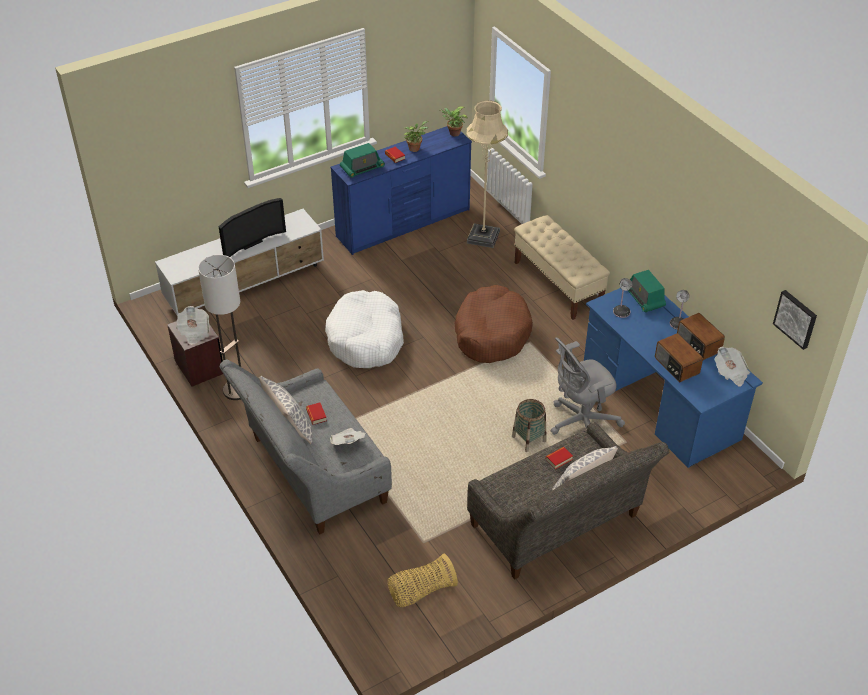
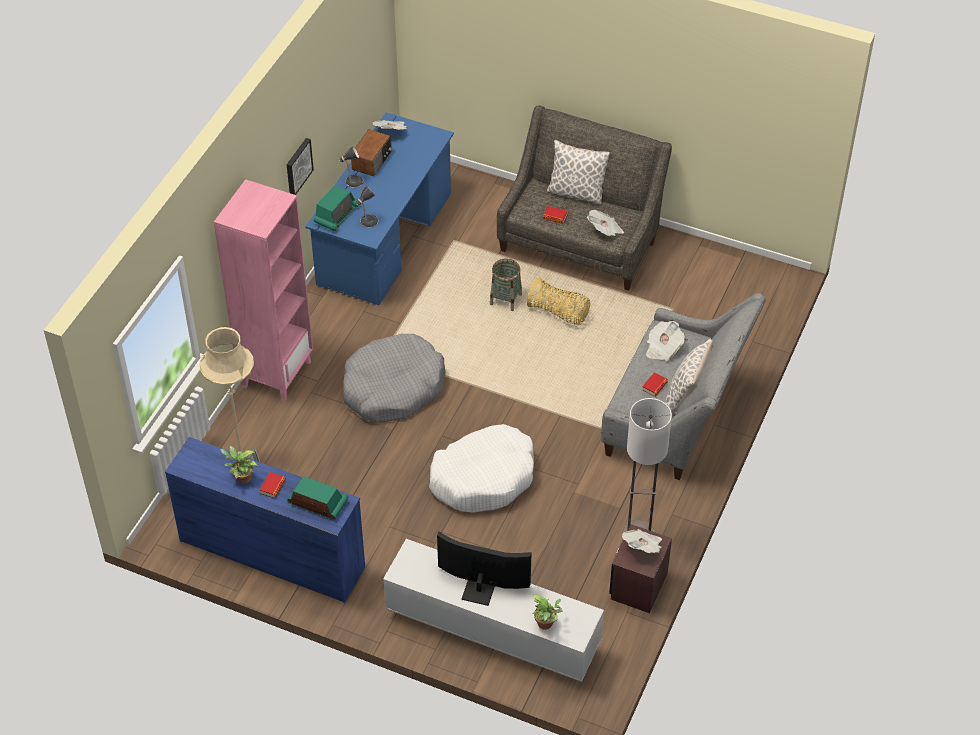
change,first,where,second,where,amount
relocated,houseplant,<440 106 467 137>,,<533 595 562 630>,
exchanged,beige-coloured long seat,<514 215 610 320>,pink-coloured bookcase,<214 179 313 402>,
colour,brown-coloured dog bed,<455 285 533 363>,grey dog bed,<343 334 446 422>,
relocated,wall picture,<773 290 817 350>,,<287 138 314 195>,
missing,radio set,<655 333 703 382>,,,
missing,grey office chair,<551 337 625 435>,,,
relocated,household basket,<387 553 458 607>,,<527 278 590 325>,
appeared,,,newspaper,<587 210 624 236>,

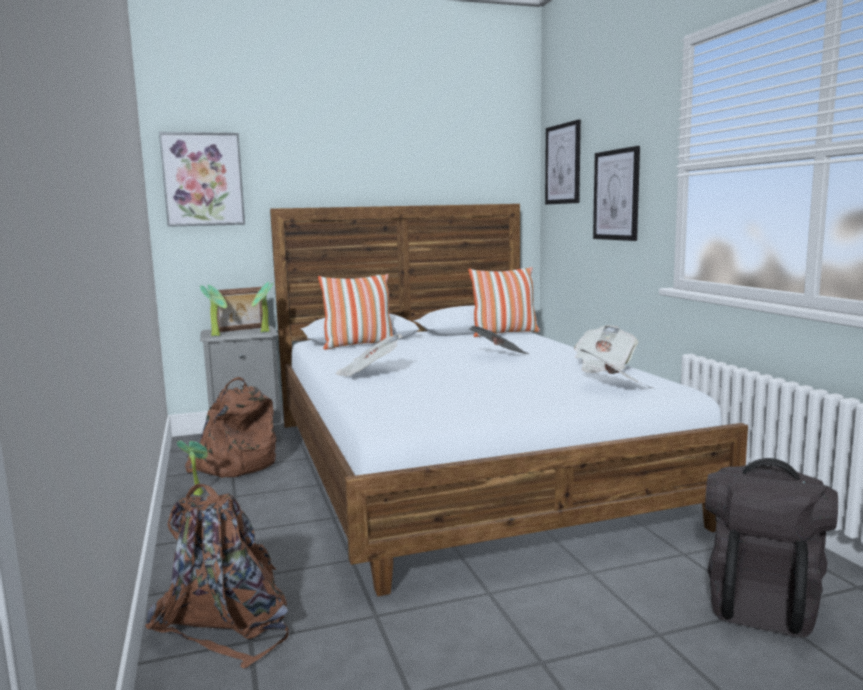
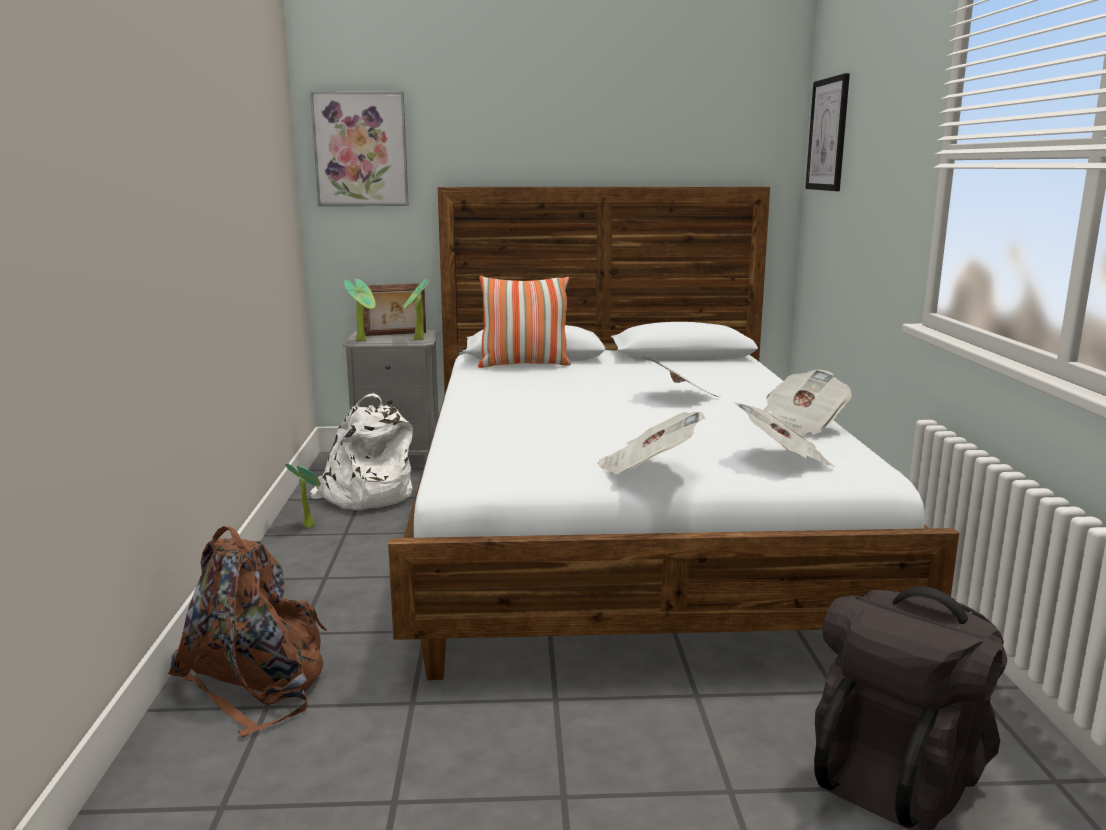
change,first,where,second,where,amount
missing,wall picture,<593 146 640 241>,,,
missing,cushion,<468 267 540 337>,,,
relocated,newspaper,<336 334 402 377>,,<597 412 704 475>,
colour,brown-coloured knapsack,<185 377 276 478>,white-coloured knapsack,<310 393 413 510>,

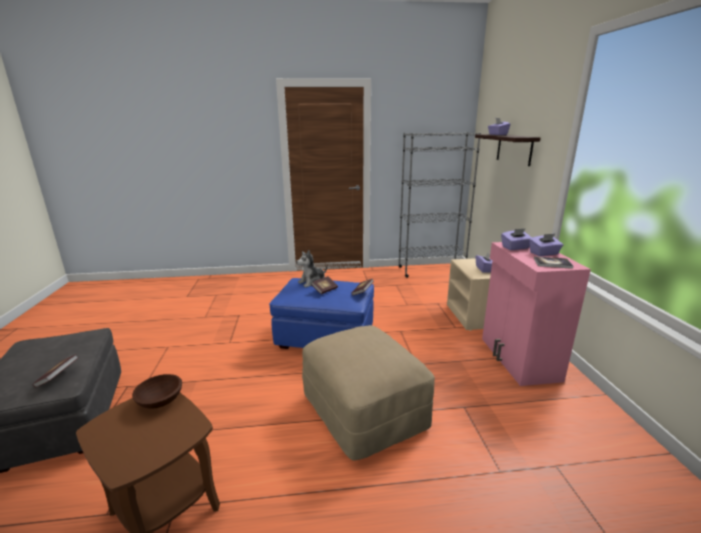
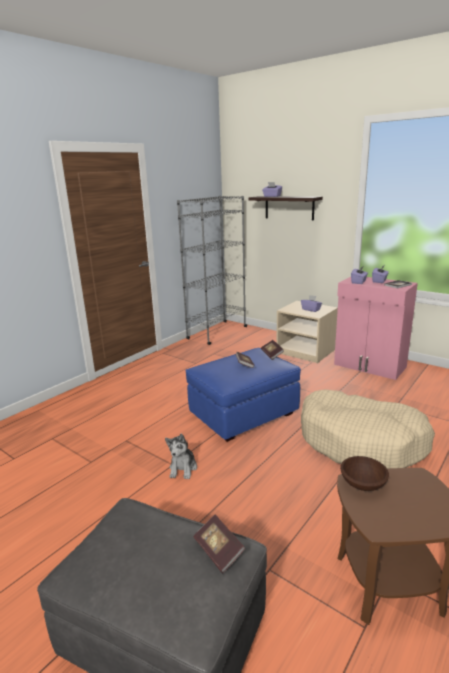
change,first,where,second,where,amount
relocated,plush toy,<296 250 327 287>,,<165 433 197 479>,
exchanged,beige-coloured pouffe,<302 325 435 460>,beige-coloured dog bed,<301 389 435 469>,

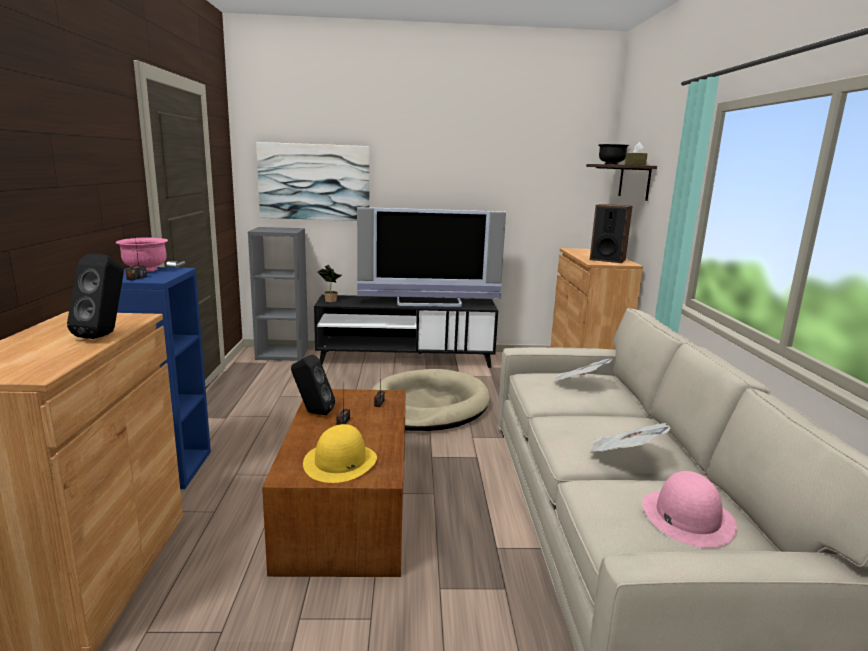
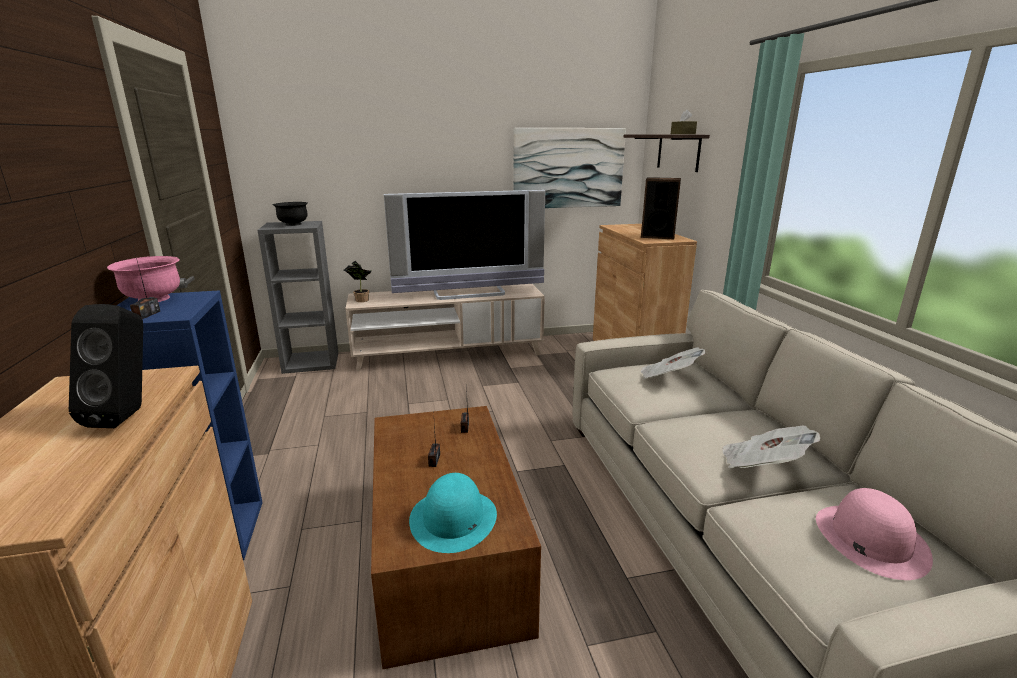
change,first,where,second,where,amount
relocated,wall picture,<256 142 370 221>,,<513 128 626 208>,
relocated,black-coloured bowl,<598 144 629 164>,,<273 202 308 226>,
colour,black-coloured media console,<314 295 498 368>,beige-coloured media console,<345 284 545 371>,
missing,black-coloured audio speaker,<291 354 335 415>,,,
missing,beige-coloured dog bed,<371 369 490 431>,,,
colour,yellow clothing hat,<303 424 377 483>,turquoise clothing hat,<409 473 497 553>,

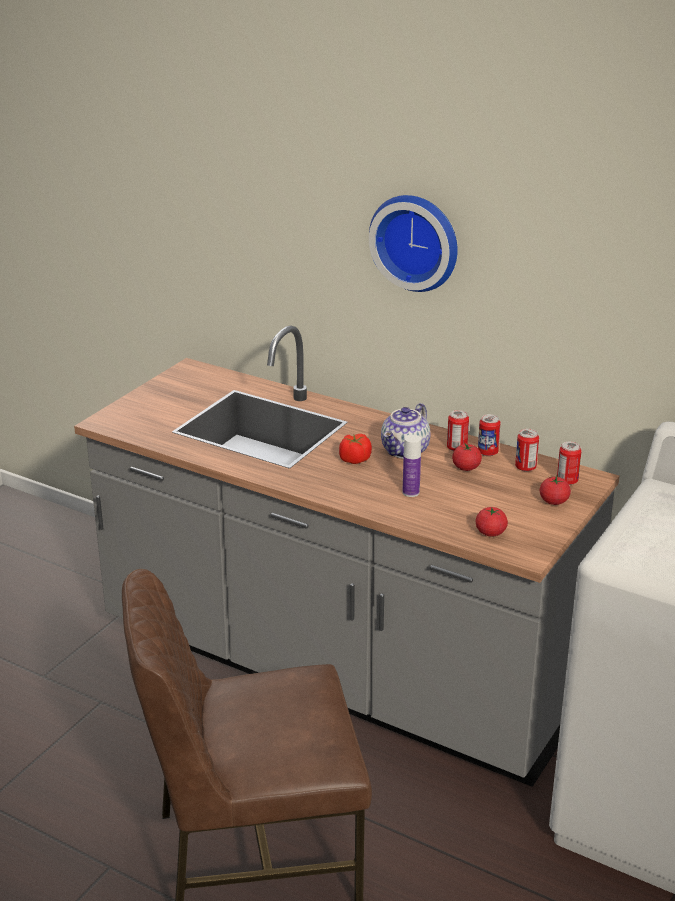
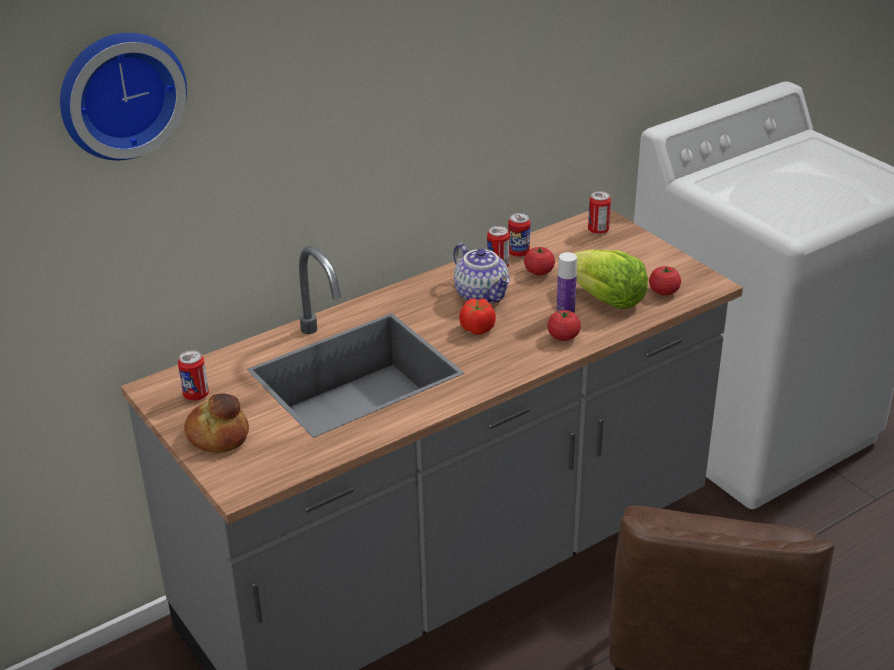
change,first,where,second,where,amount
relocated,hanging clock,<369 195 458 292>,,<60 33 187 160>,
relocated,can,<515 429 539 472>,,<178 350 209 401>,
relocated,whole tomato,<539 476 571 505>,,<547 310 581 341>,
appeared,,,head of lettuce,<574 249 648 309>,
appeared,,,bread,<184 393 249 453>,

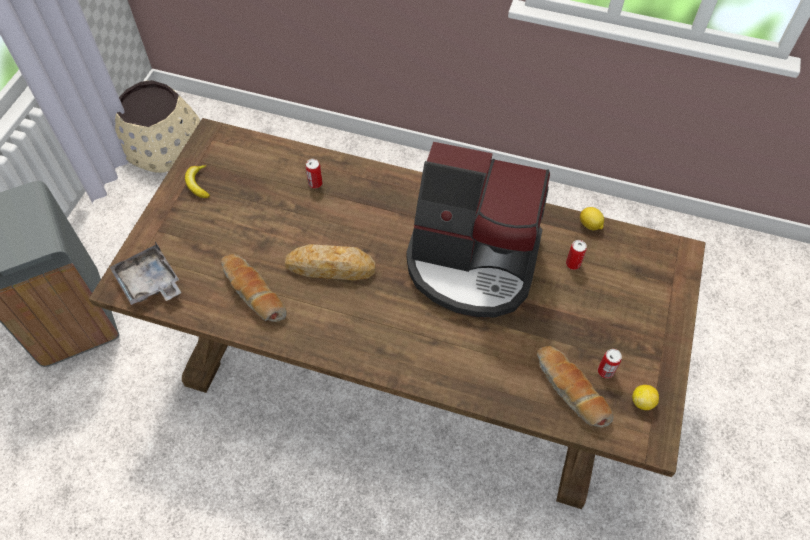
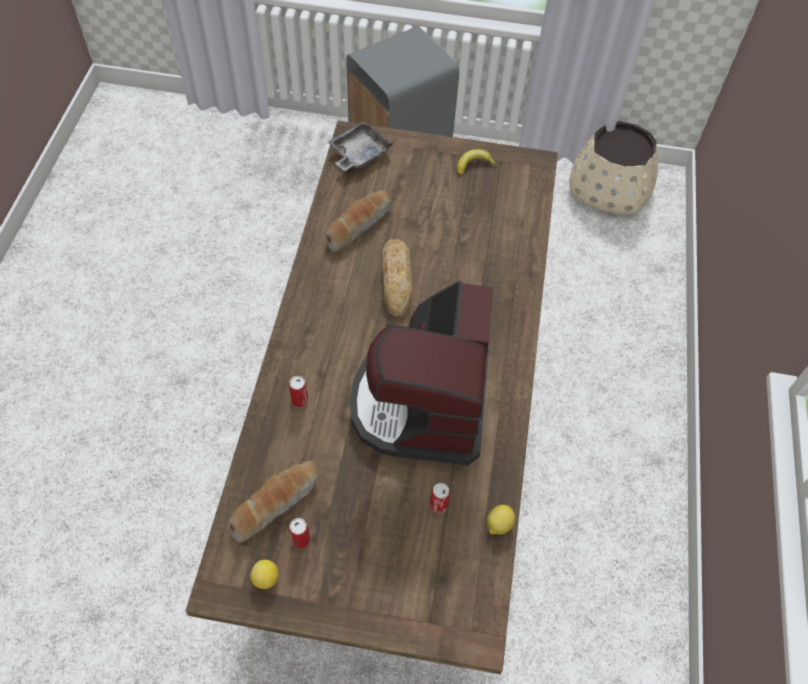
change,first,where,second,where,amount
relocated,can,<306 159 323 188>,,<289 376 308 407>,

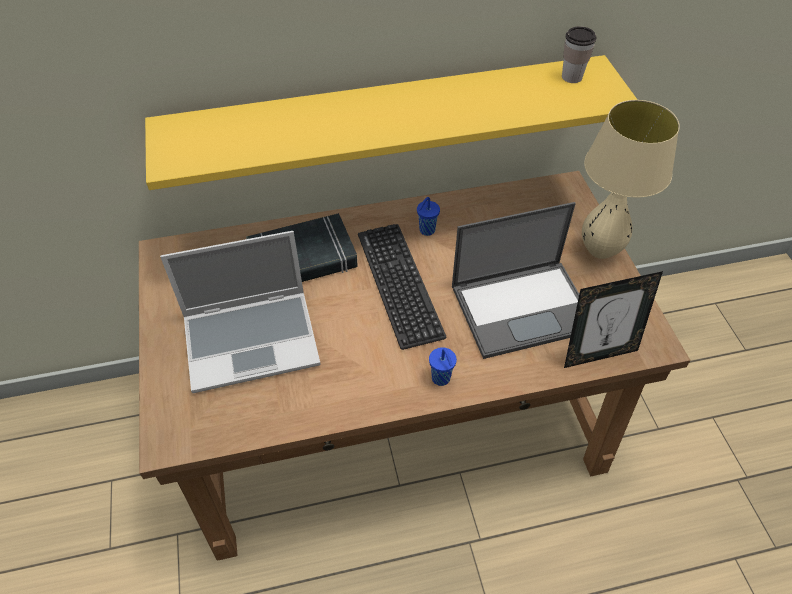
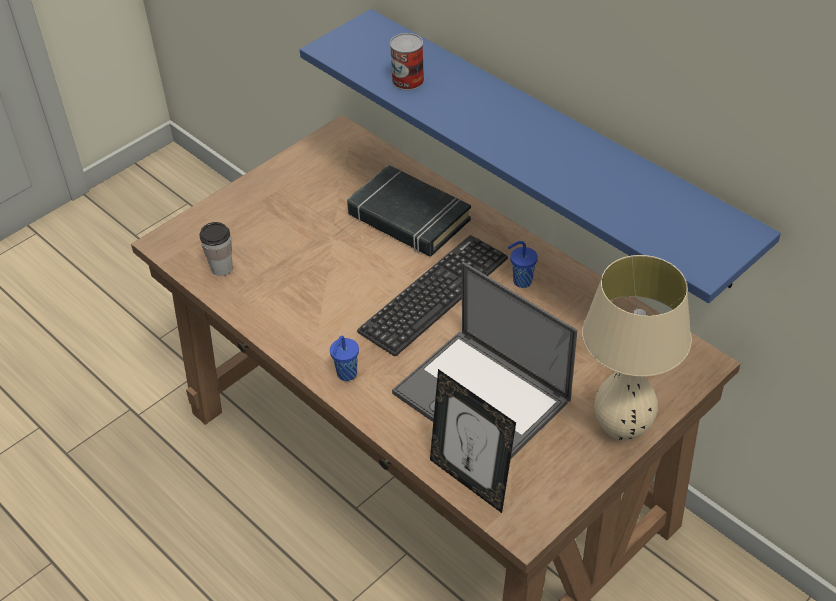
change,first,where,second,where,amount
relocated,small cup,<562 26 597 83>,,<199 222 233 276>,
colour,yellow shelf,<145 55 637 190>,blue-coloured shelf,<300 9 781 303>,
missing,laptop,<160 231 321 393>,,,
appeared,,,can,<390 33 424 90>,

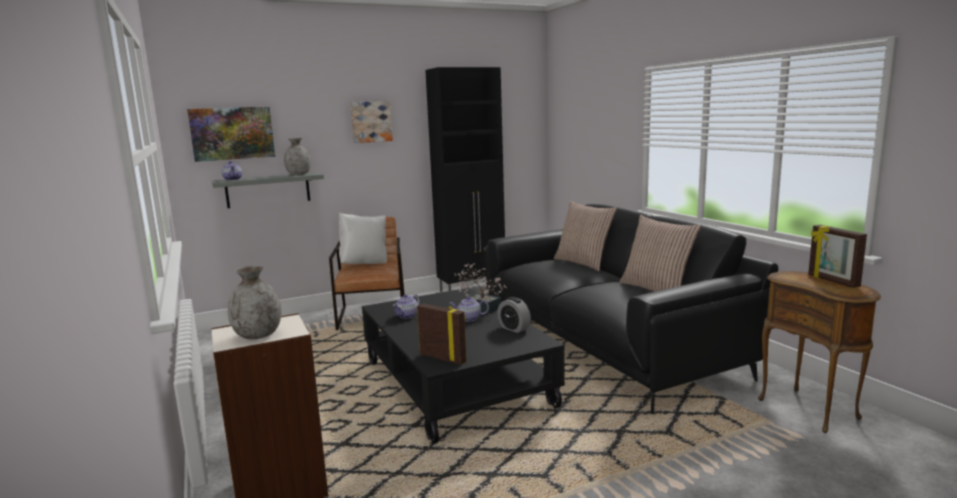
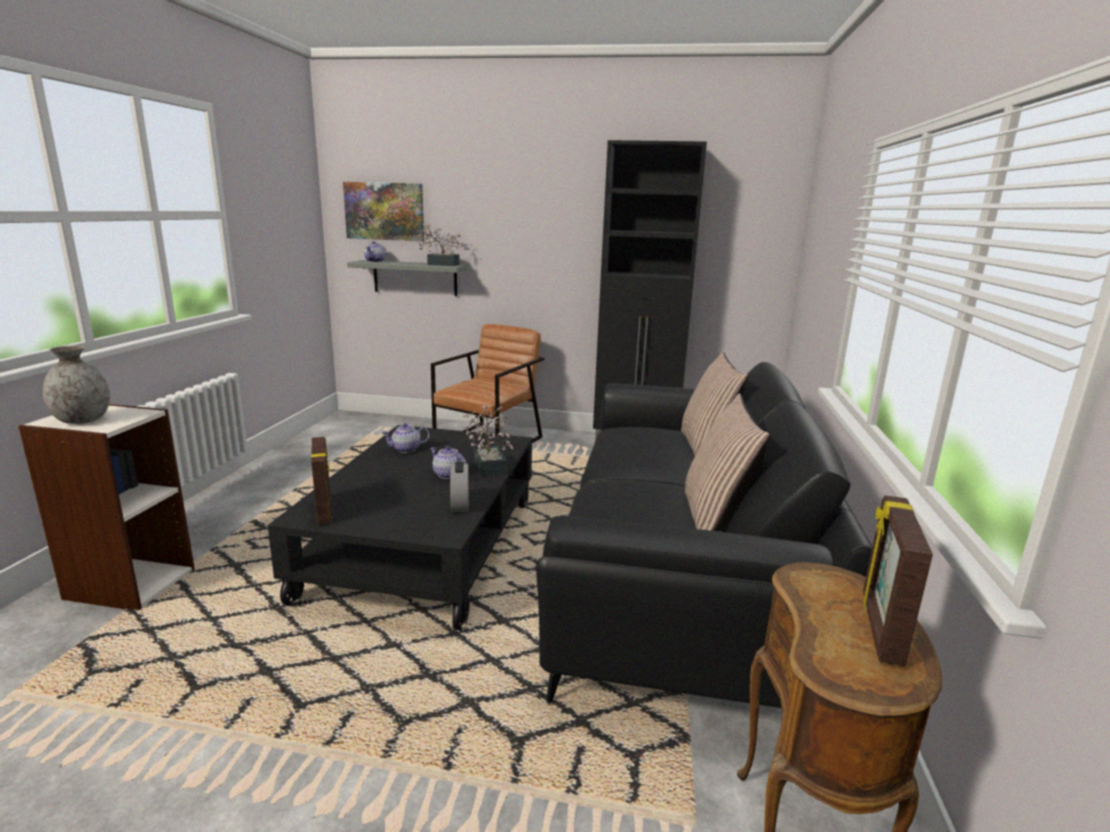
change,first,where,second,where,amount
missing,wall picture,<350 101 393 143>,,,
exchanged,grey vase,<284 138 311 175>,houseplant,<417 223 465 266>,
missing,white-coloured cushion,<339 213 387 264>,,,

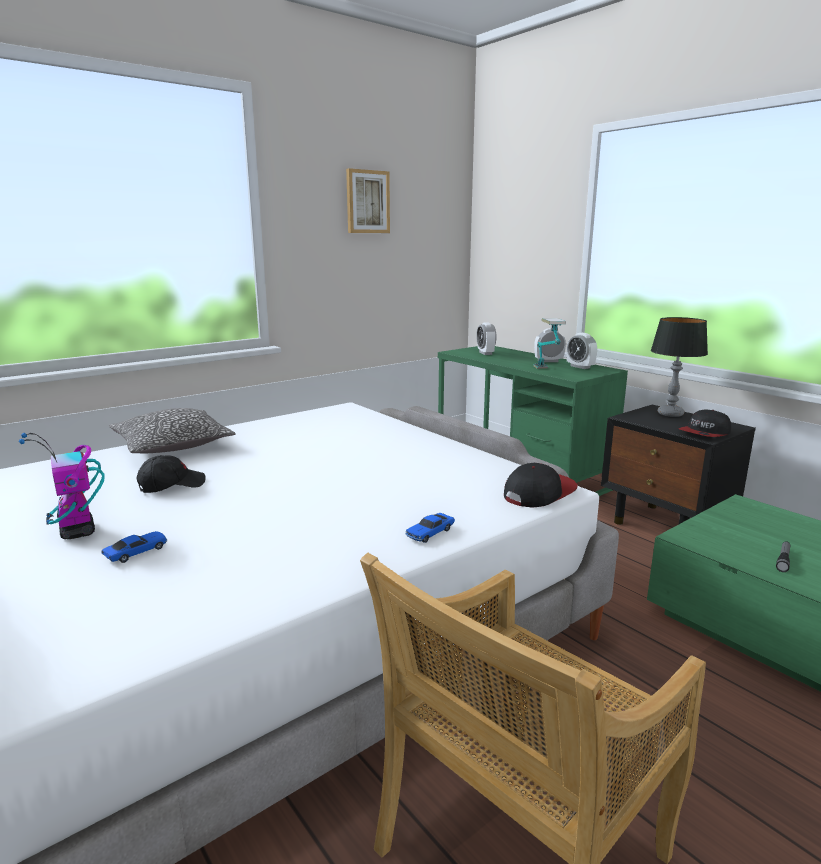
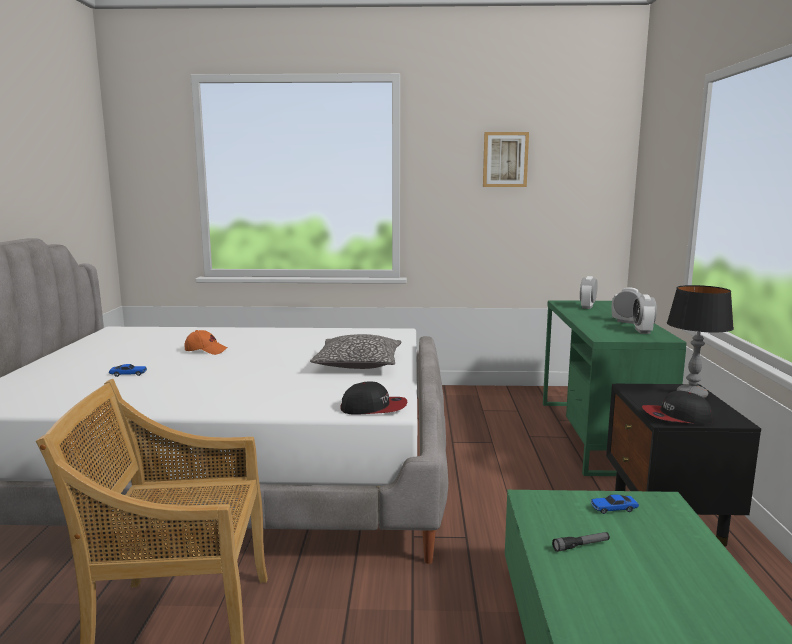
change,first,where,second,where,amount
missing,table lamp,<533 318 566 369>,,,
relocated,cushion,<109 408 236 454>,,<310 334 402 369>,
missing,toy robot,<19 433 105 539>,,,
colour,black-coloured baseball cap,<137 455 206 493>,orange baseball cap,<184 330 228 355>,
relocated,toy car,<405 513 455 543>,,<591 494 639 514>,

